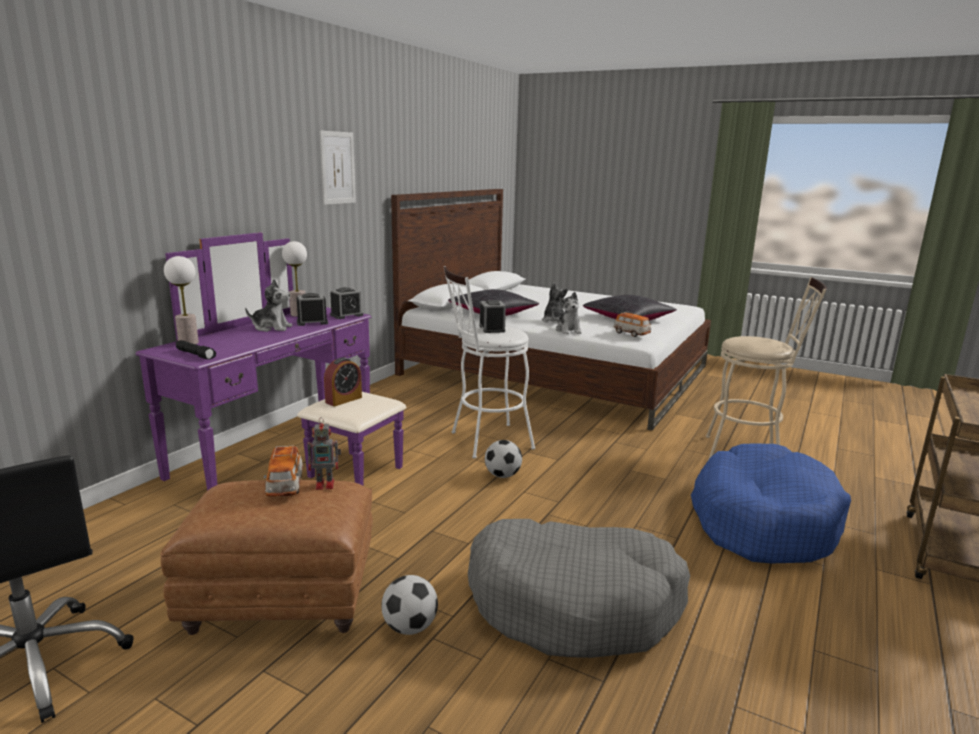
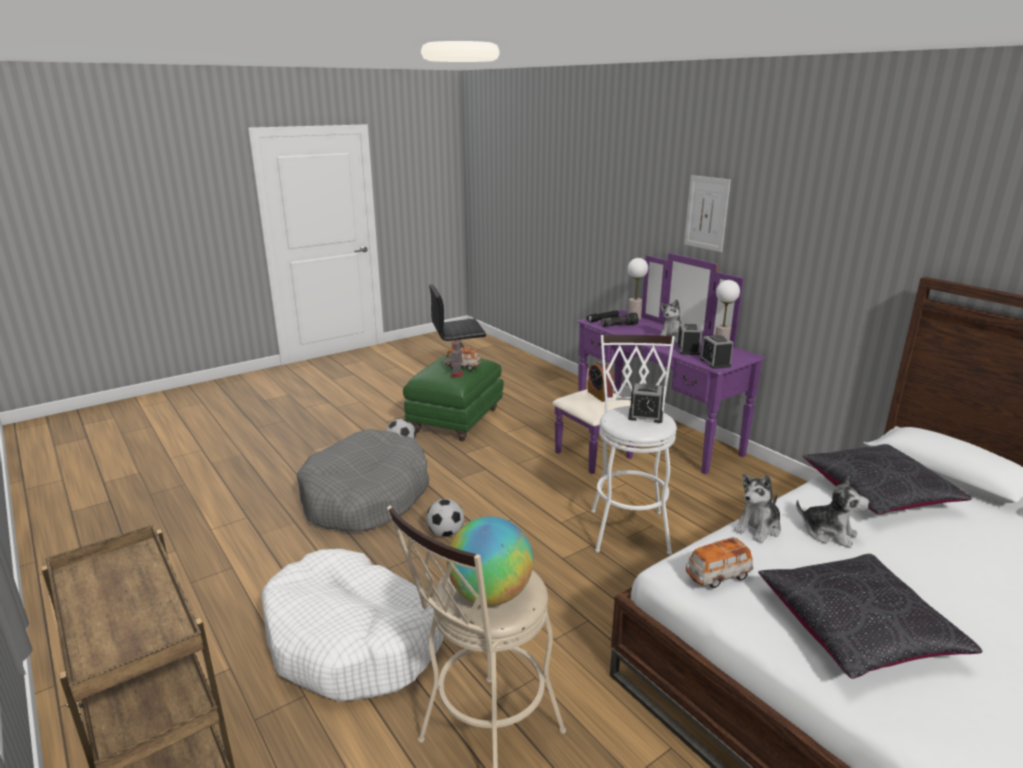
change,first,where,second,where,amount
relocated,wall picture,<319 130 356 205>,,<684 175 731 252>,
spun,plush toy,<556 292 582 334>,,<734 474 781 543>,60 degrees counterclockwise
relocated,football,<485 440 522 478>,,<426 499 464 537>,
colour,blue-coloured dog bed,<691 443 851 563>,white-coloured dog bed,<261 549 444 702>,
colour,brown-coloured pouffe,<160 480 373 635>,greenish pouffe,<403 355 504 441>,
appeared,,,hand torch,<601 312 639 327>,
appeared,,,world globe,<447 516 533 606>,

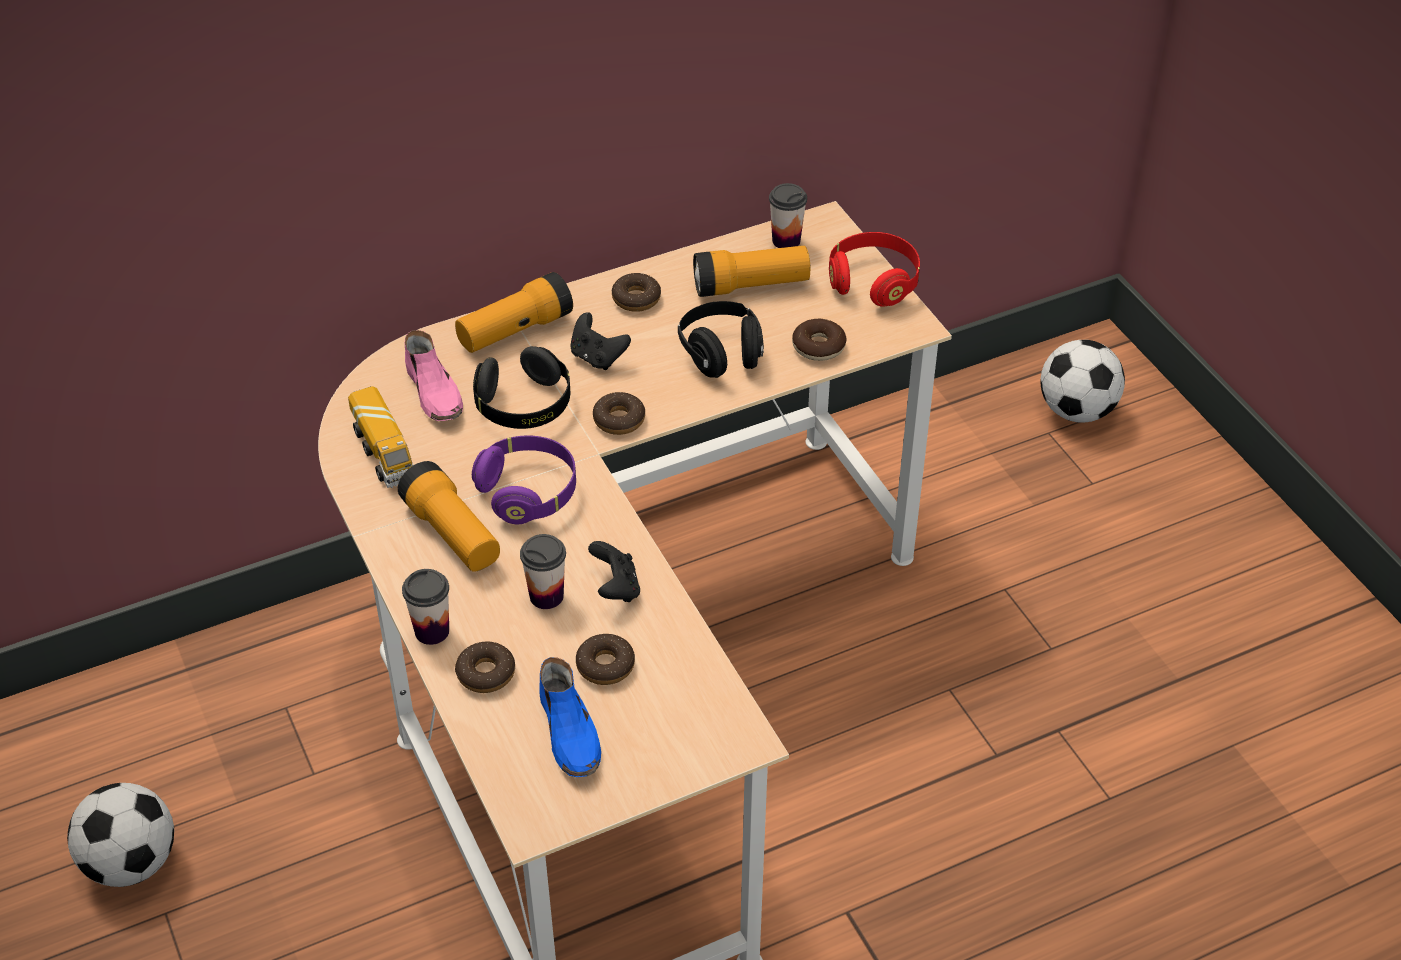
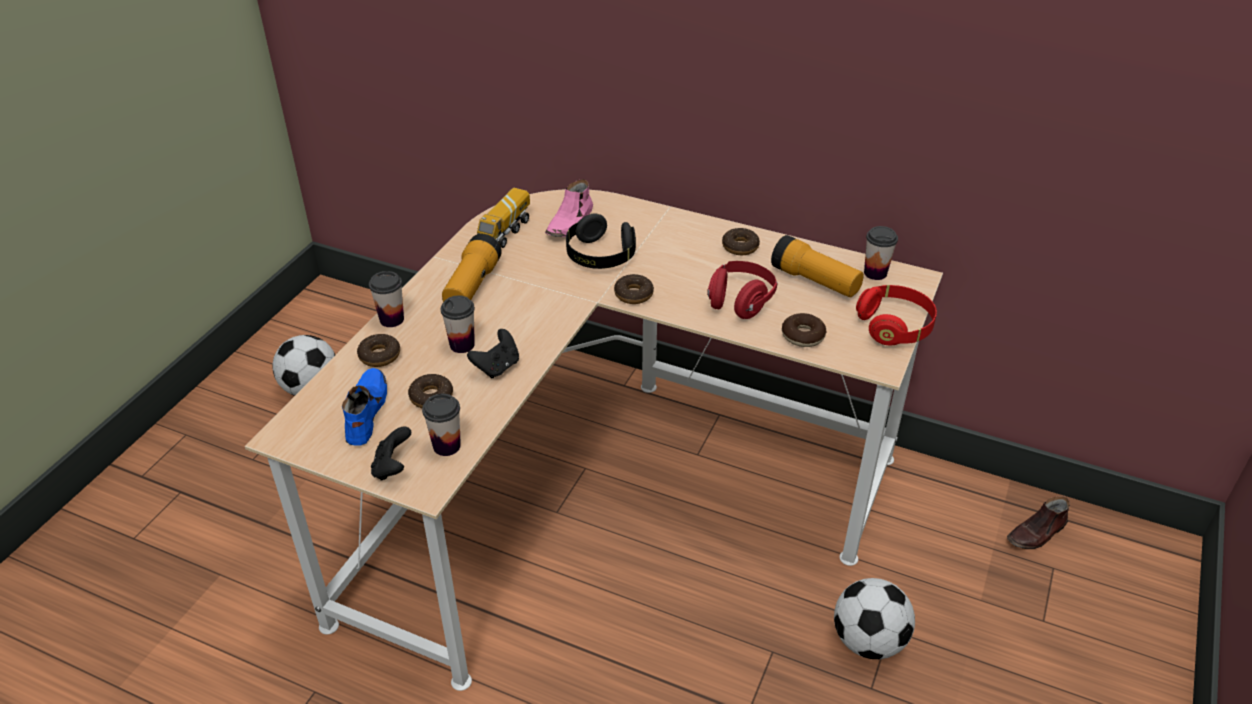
change,first,where,second,where,amount
missing,hand torch,<455 272 573 353>,,,
colour,black-coloured headset,<678 301 764 378>,red-coloured headset,<707 261 777 319>,
relocated,black-coloured joypad,<570 312 631 370>,,<371 426 411 481>,
relocated,football,<1041 340 1125 422>,,<834 578 915 659>,
missing,purple headset,<472 435 576 524>,,,
spun,blue-coloured item of footwear,<539 657 601 777>,,<342 368 387 446>,150 degrees clockwise
appeared,,,small cup,<422 394 461 456>,
appeared,,,brown-coloured item of footwear,<1007 496 1070 549>,

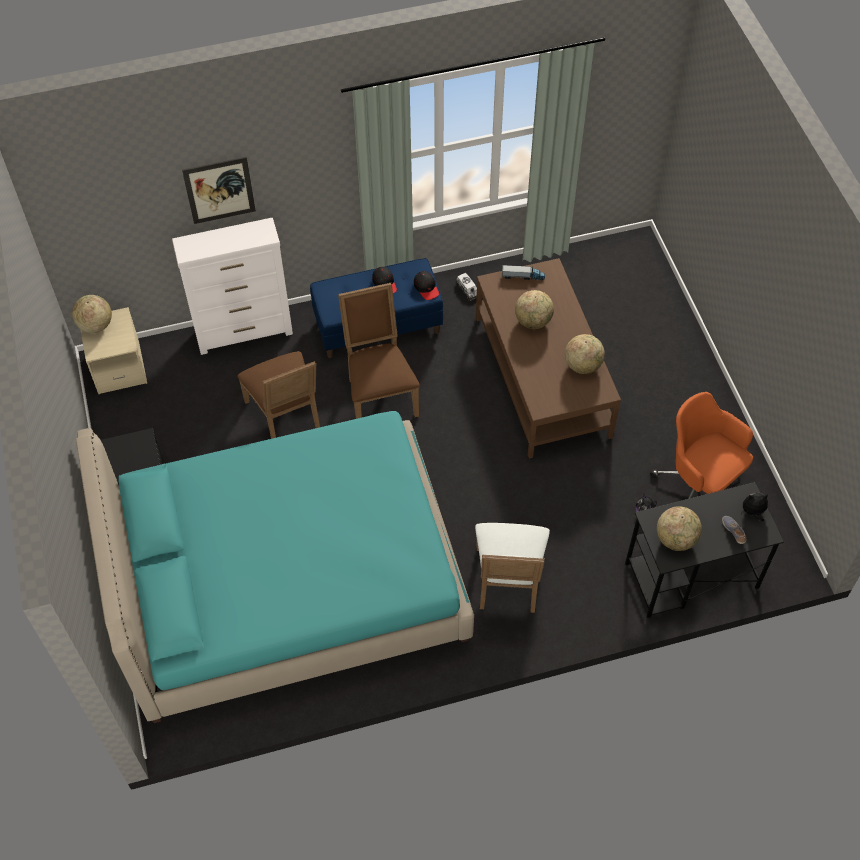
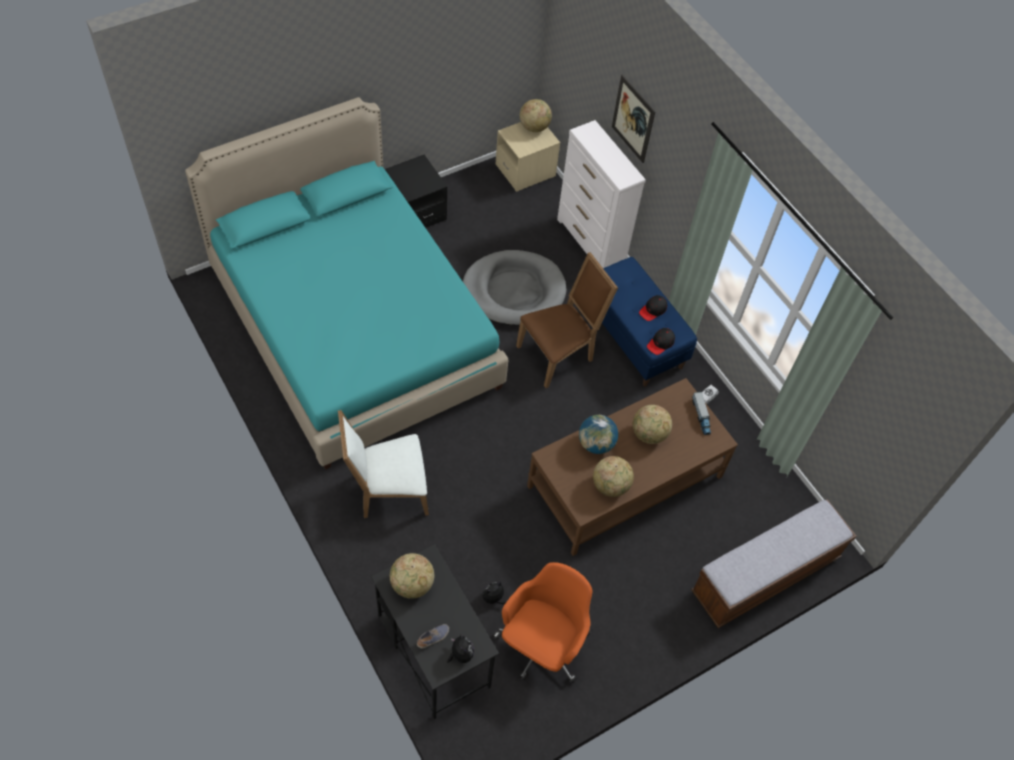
change,first,where,second,where,amount
exchanged,brown-coloured chair,<237 351 320 439>,grey dog bed,<463 250 567 326>,
appeared,,,world globe,<579 415 618 454>,
appeared,,,long seat,<691 499 857 628>,

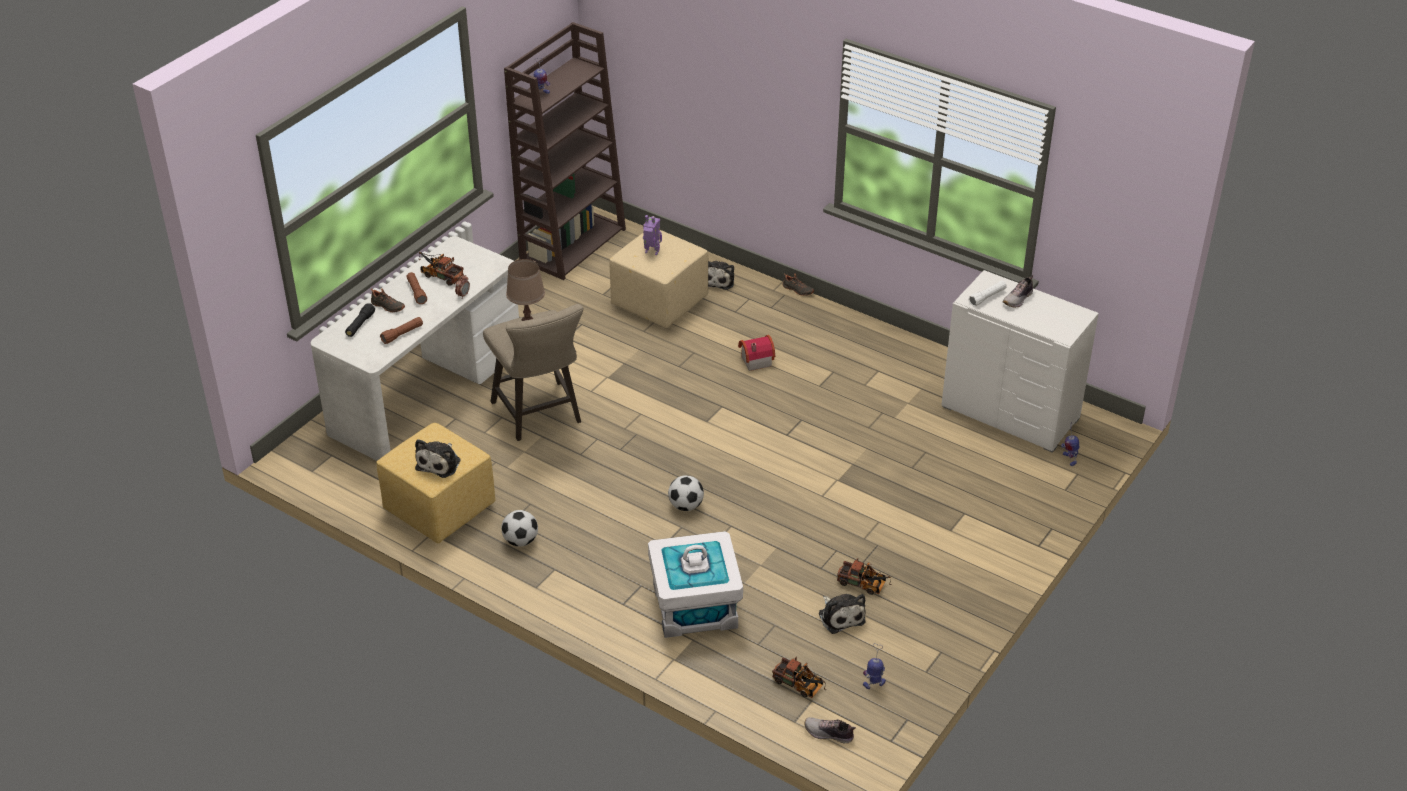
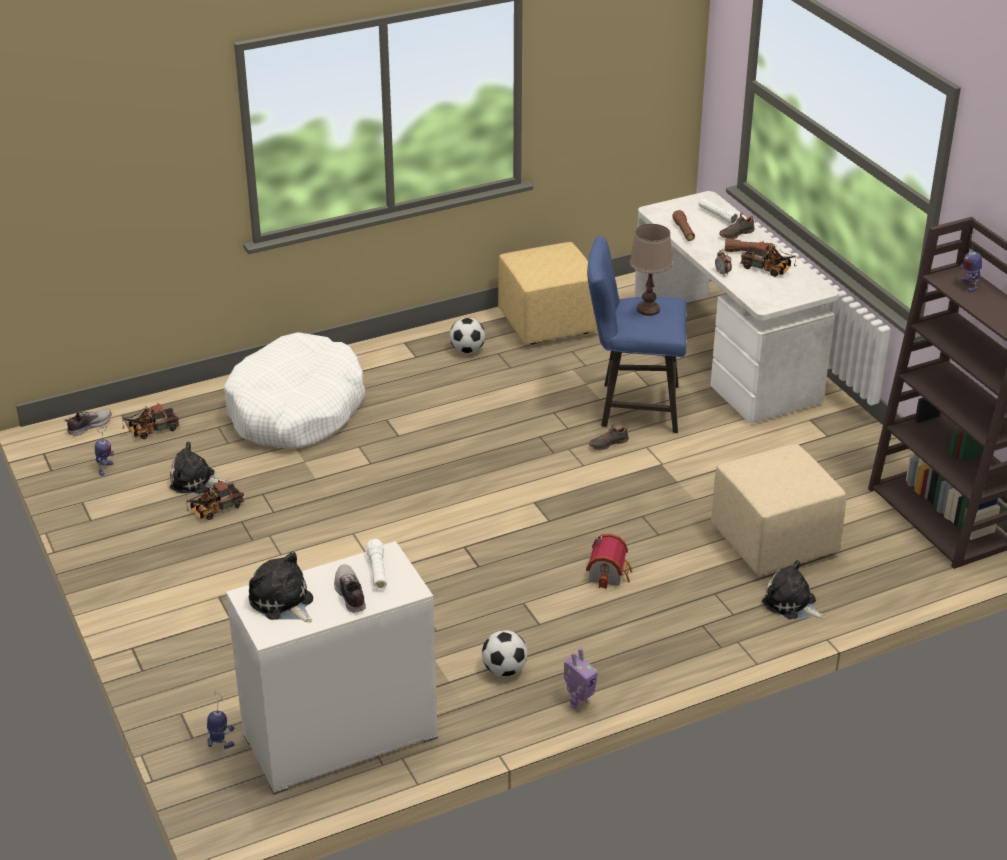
change,first,where,second,where,amount
relocated,toy robot,<643 215 662 255>,,<564 648 598 712>,
spun,model truck,<419 252 464 286>,,<741 241 796 277>,60 degrees clockwise
relocated,black-coloured item of footwear,<782 273 814 296>,,<589 422 629 450>,
colour,black-coloured hand torch,<345 303 375 337>,white-coloured hand torch,<699 198 739 224>,
colour,beige-coloured stool seat,<483 304 583 441>,blue-coloured stool seat,<587 236 687 433>,
relocated,plush toy,<415 439 460 478>,,<249 551 313 623>,
relocated,football,<668 475 704 511>,,<482 630 528 676>,
exchanged,white-coloured storage box,<648 531 743 638>,white-coloured dog bed,<224 332 365 448>,

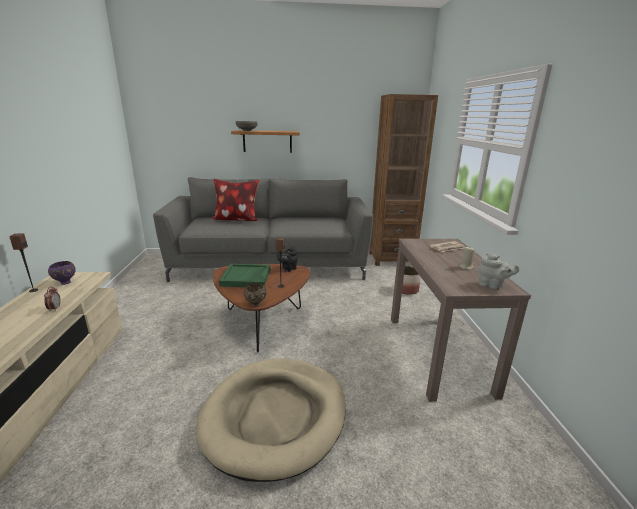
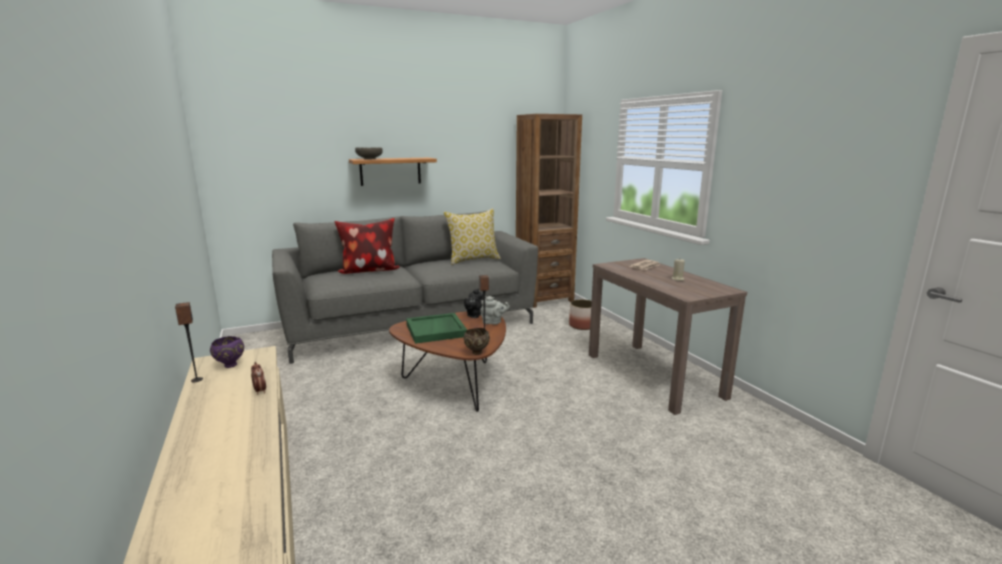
change,first,where,second,where,amount
relocated,grey tea pot,<478 253 519 289>,,<480 296 510 325>,
missing,beige-coloured dog bed,<195 359 346 482>,,,
appeared,,,cushion,<444 208 501 265>,

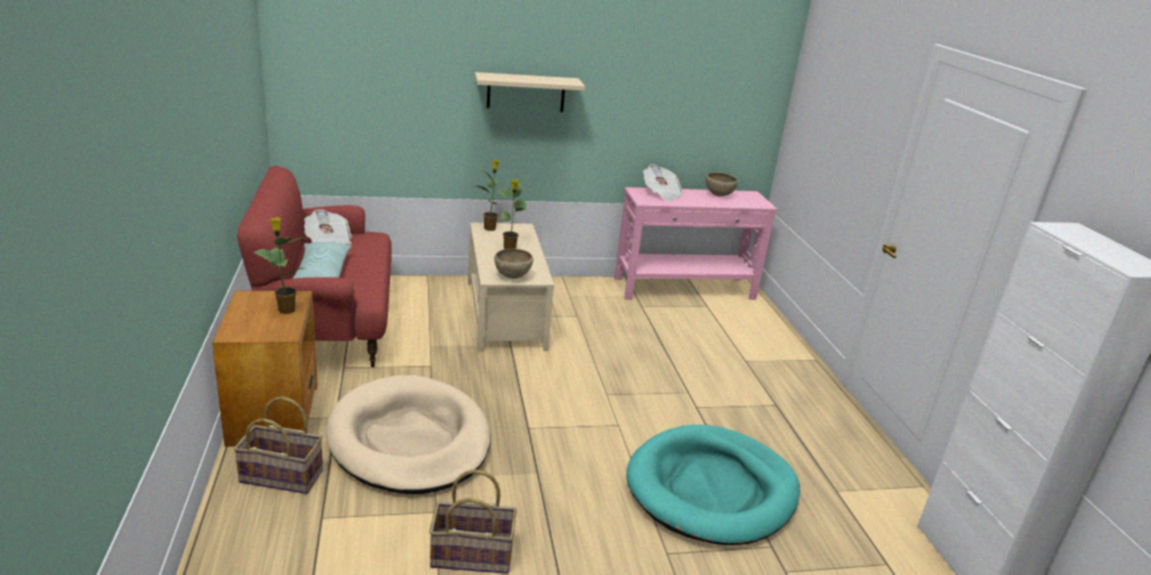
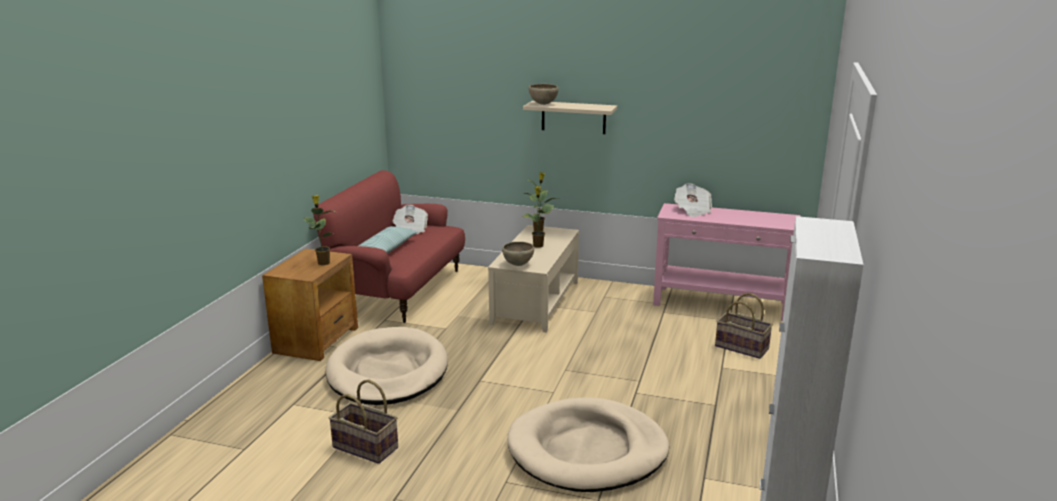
change,first,where,second,where,amount
relocated,brown-coloured bowl,<706 172 738 196>,,<529 84 559 105>,
relocated,household basket,<234 396 323 494>,,<715 293 773 359>,
colour,turquoise dog bed,<626 425 800 545>,beige-coloured dog bed,<507 397 669 492>,

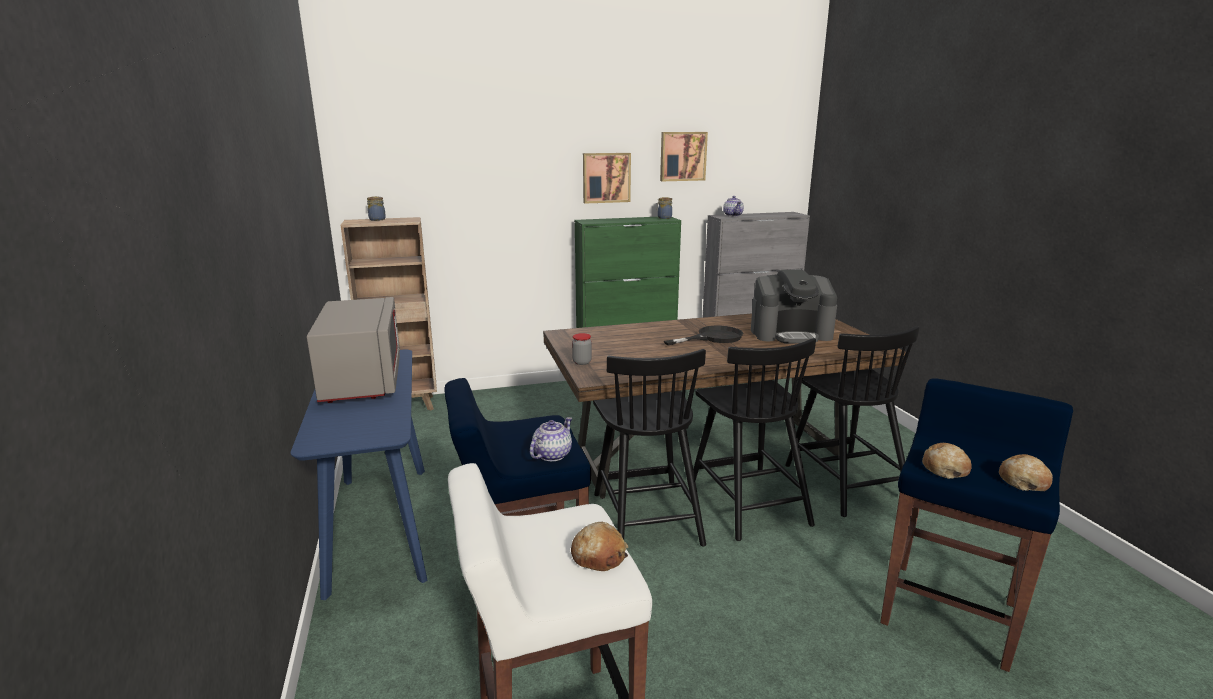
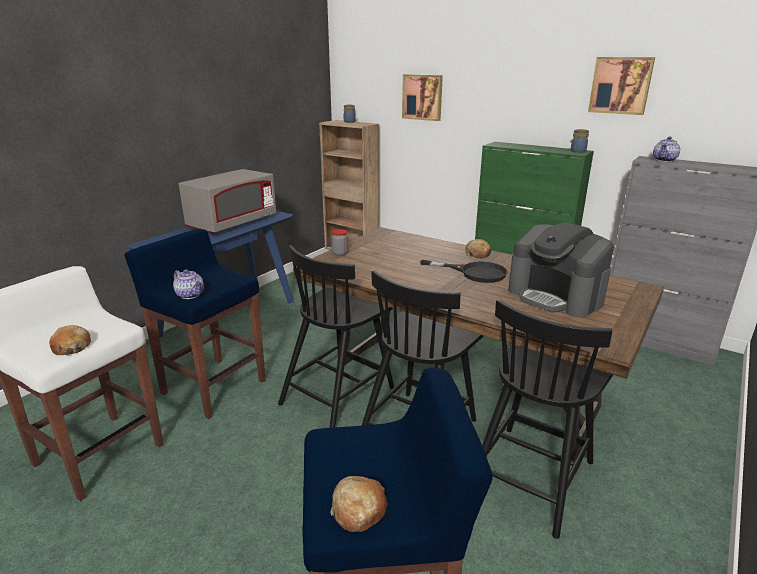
change,first,where,second,where,amount
relocated,wall picture,<583 153 631 204>,,<402 74 443 121>,
spun,tea pot,<530 417 572 461>,,<173 269 204 299>,45 degrees clockwise
relocated,bread,<922 443 971 479>,,<465 239 491 259>,

